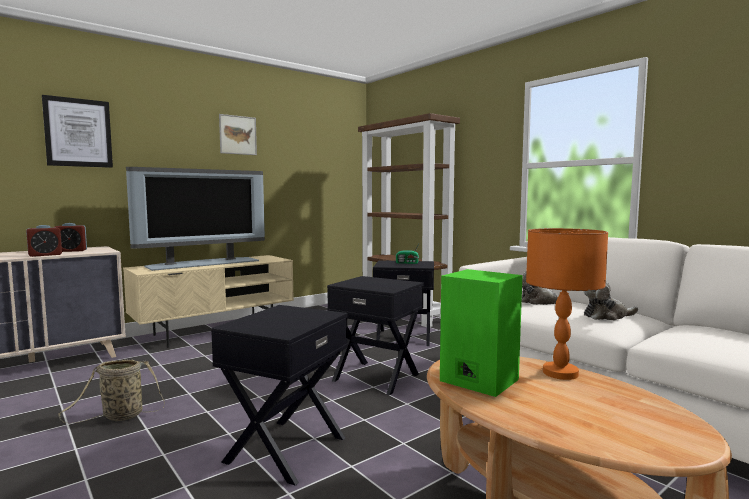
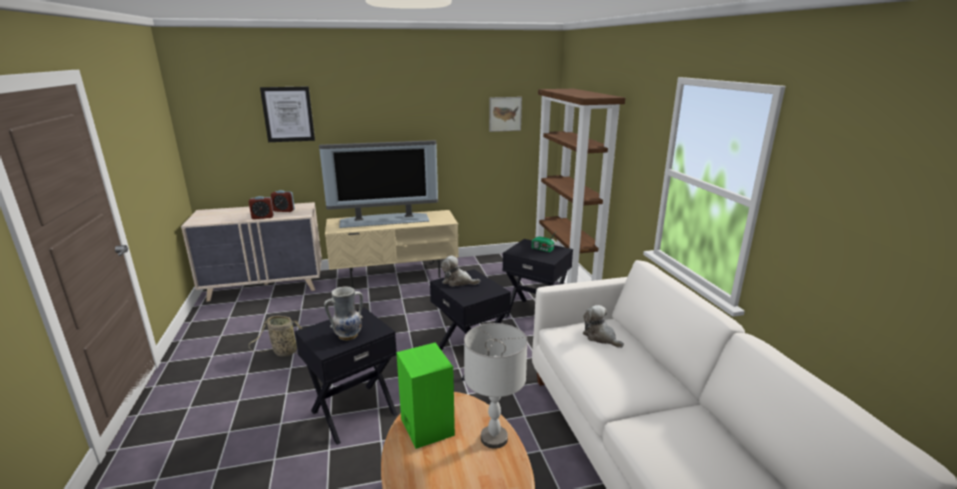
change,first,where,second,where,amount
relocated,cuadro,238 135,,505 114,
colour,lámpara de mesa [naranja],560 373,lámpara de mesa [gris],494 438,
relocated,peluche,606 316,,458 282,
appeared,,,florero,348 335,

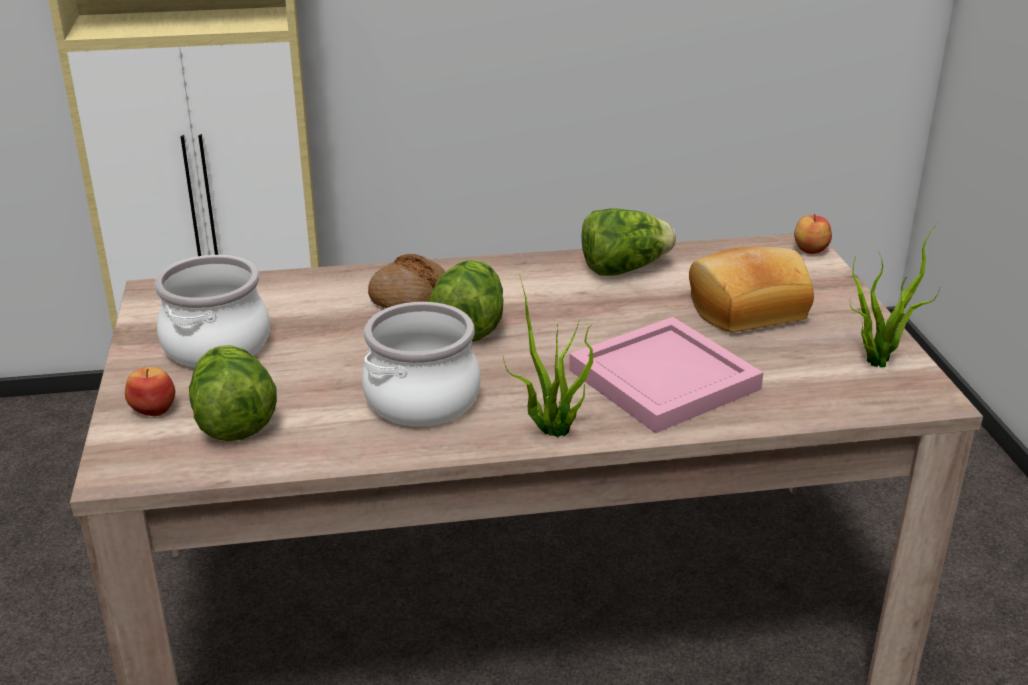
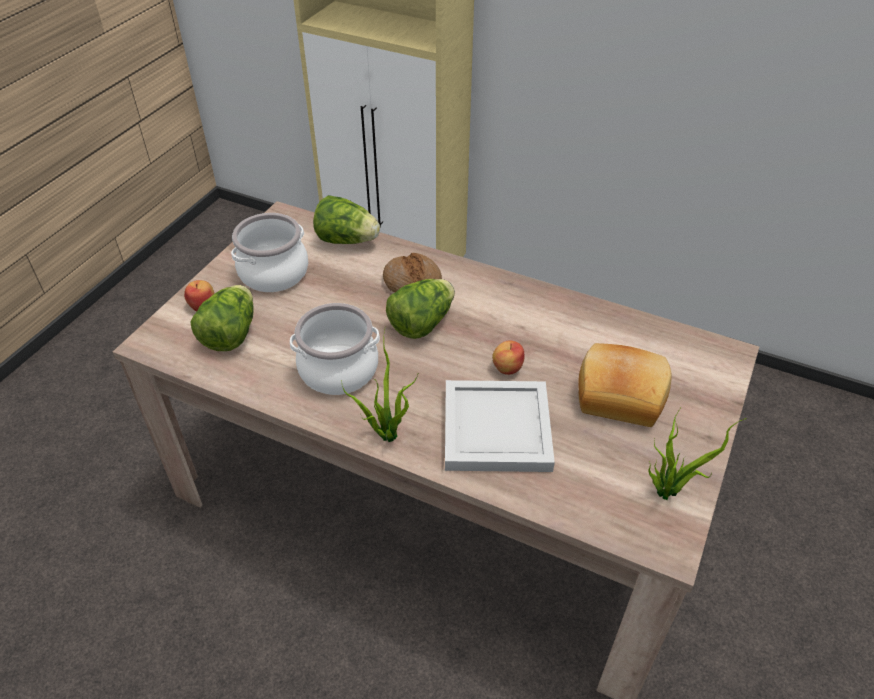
change,first,where,second,where,amount
relocated,lechuga,623 269,,347 240,
relocated,manzana,809 249,,507 367,
colour,bandeja [rosa],664 378,bandeja [blanco],498 427,

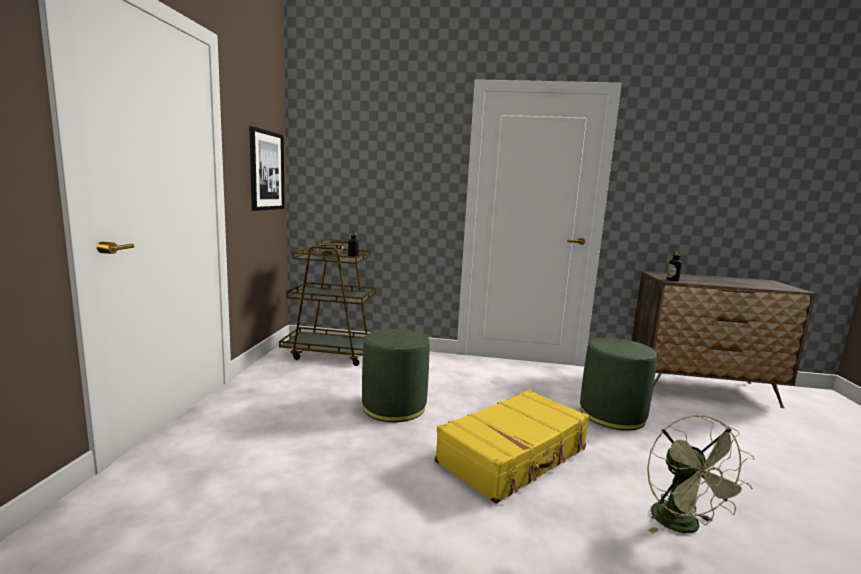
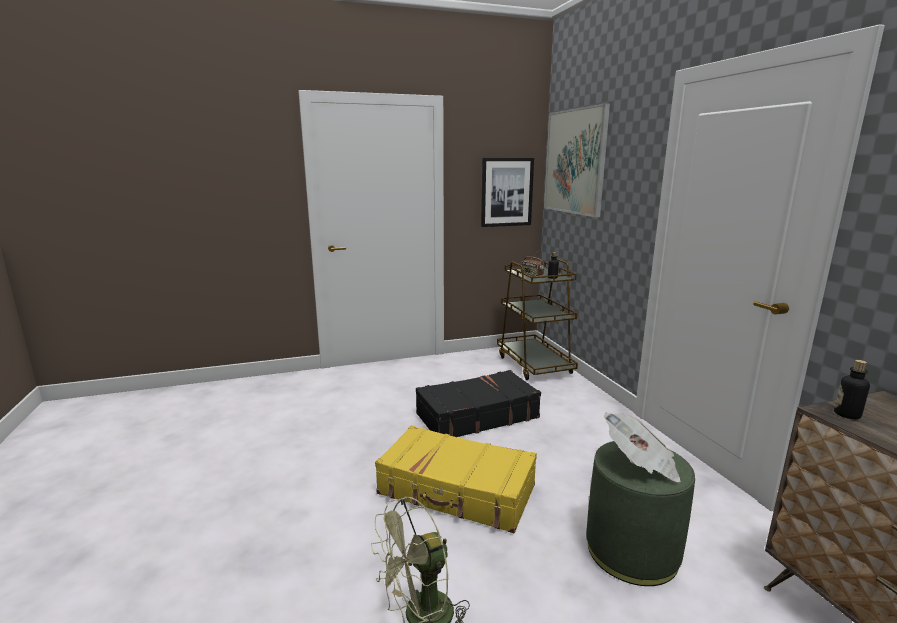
change,first,where,second,where,amount
exchanged,puf [verde],394 406,maleta [negro],476 416,
appeared,,,cuadro,575 162,
appeared,,,periódico,640 464,

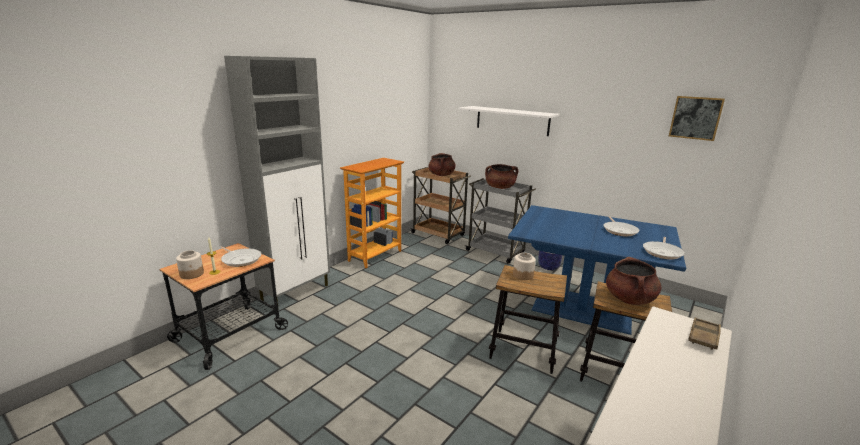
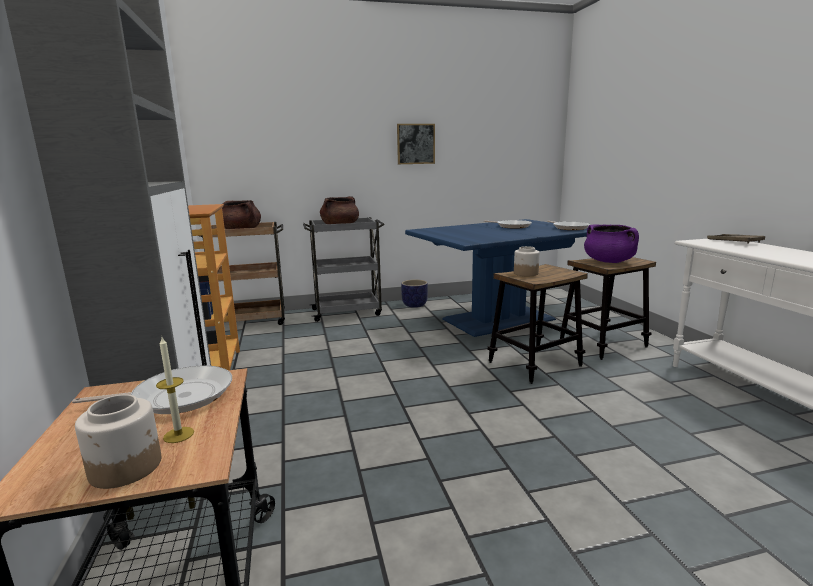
change,first,where,second,where,amount
relocated,cuadro,695 118,,415 144,
missing,estante [blanco],512 120,,,
colour,olla [marrón],629 299,olla [morado],609 261,

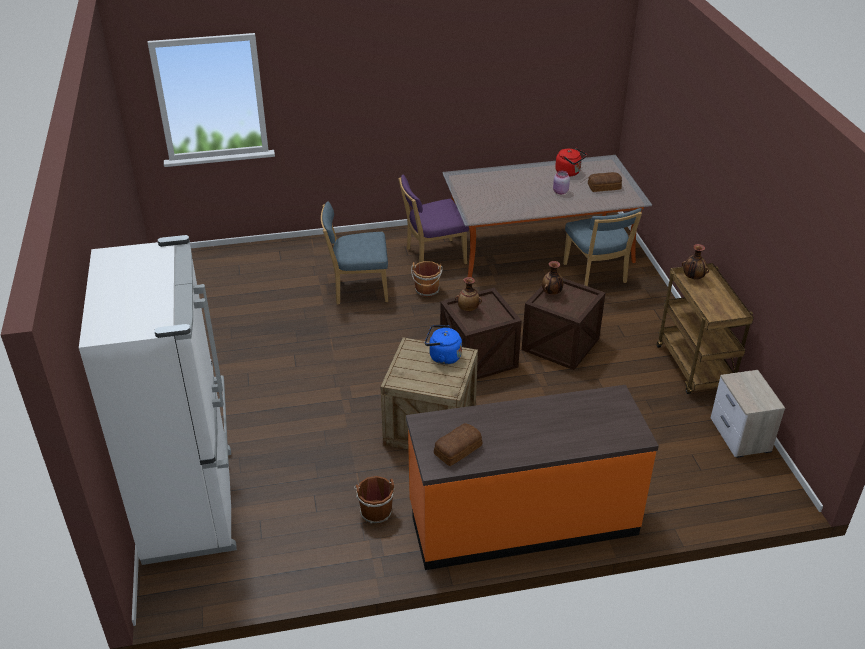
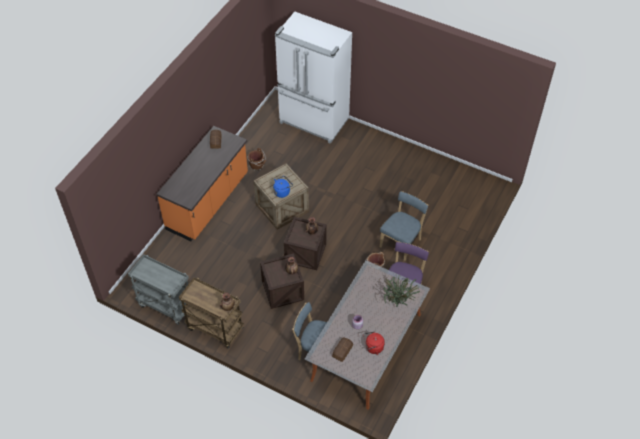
change,first,where,second,where,amount
exchanged,mesita de noche,740 436,carrito [gris],165 305,
appeared,,,planta en maceta,398 304,

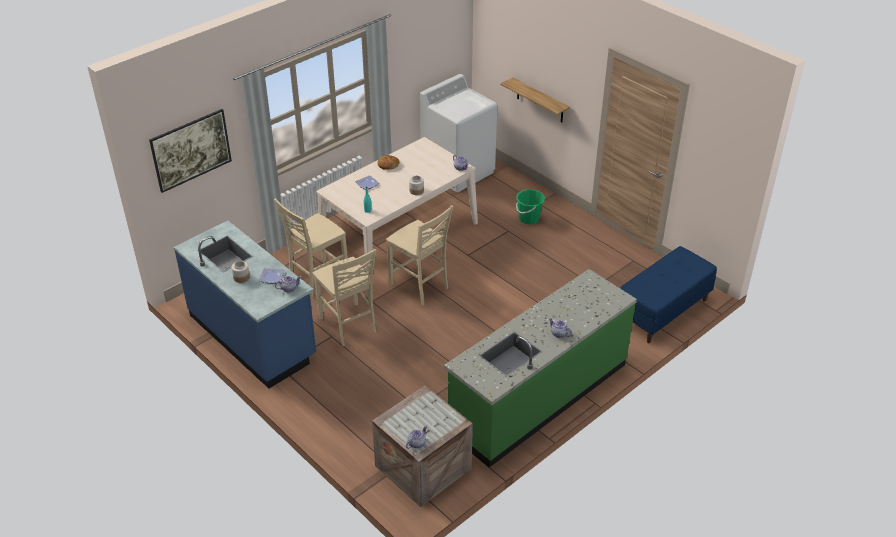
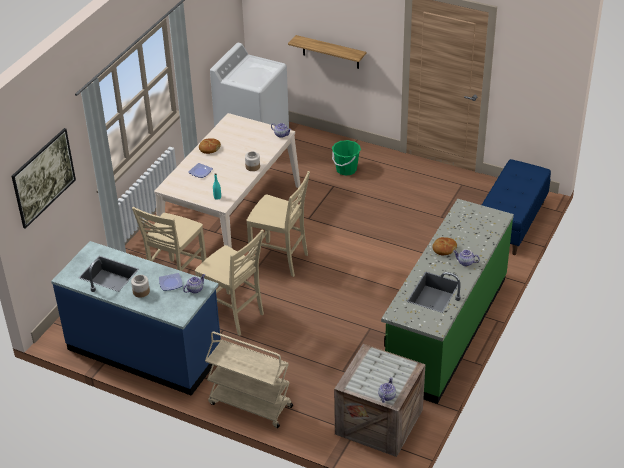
change,first,where,second,where,amount
appeared,,,pan,444 249,
appeared,,,carrito [beis],249 405,

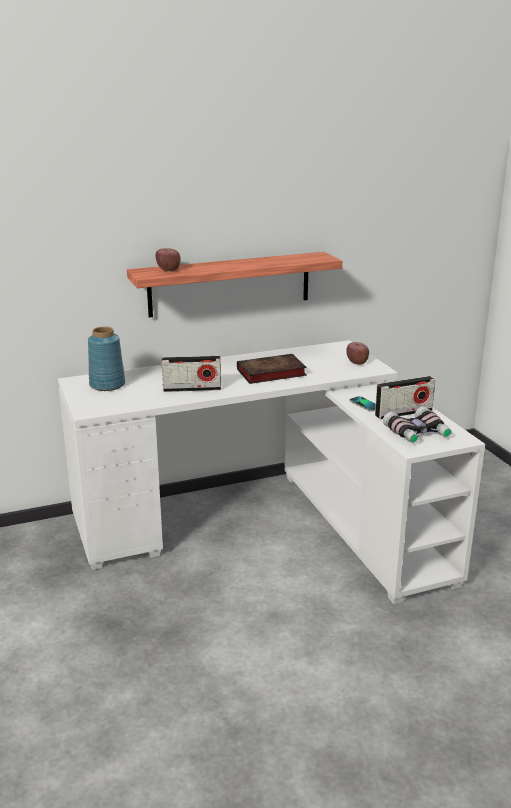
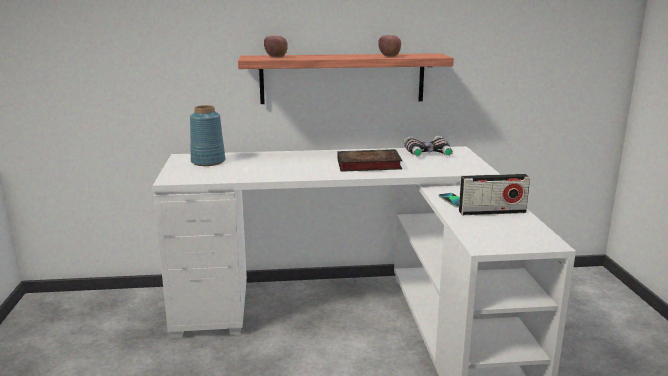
change,first,where,second,where,amount
relocated,manzana,357 362,,389 56,
missing,radio,192 389,,,
relocated,prismáticos,417 433,,428 153,

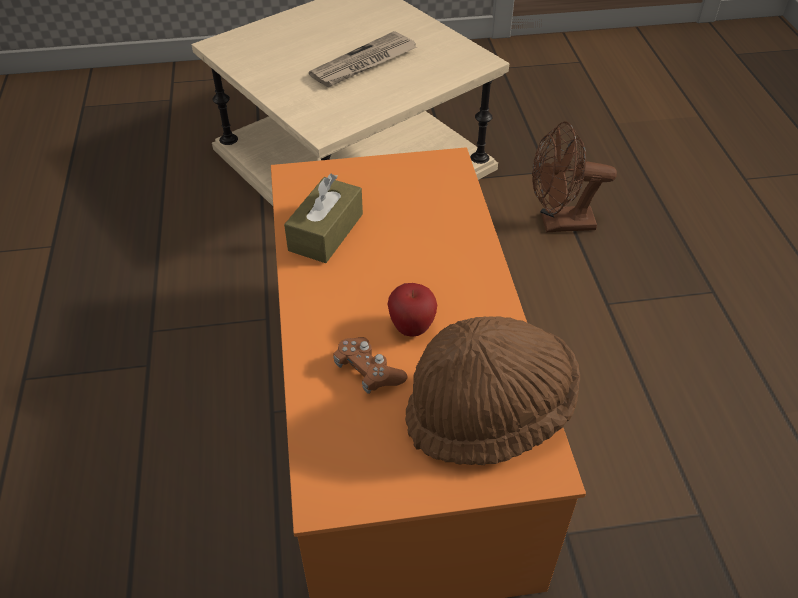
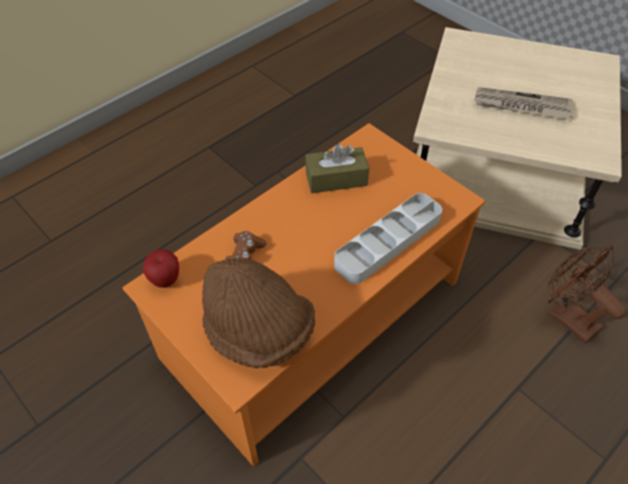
change,first,where,second,where,amount
relocated,manzana,412 328,,165 280,
appeared,,,bandeja [gris],388 242,

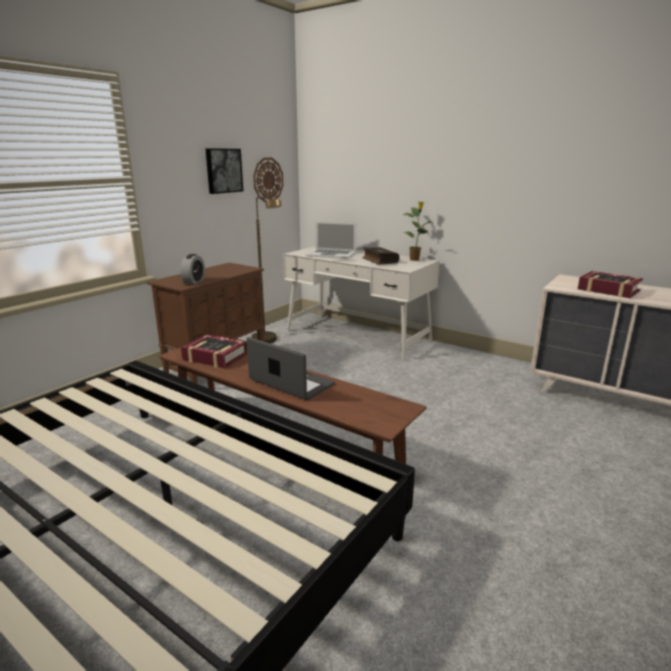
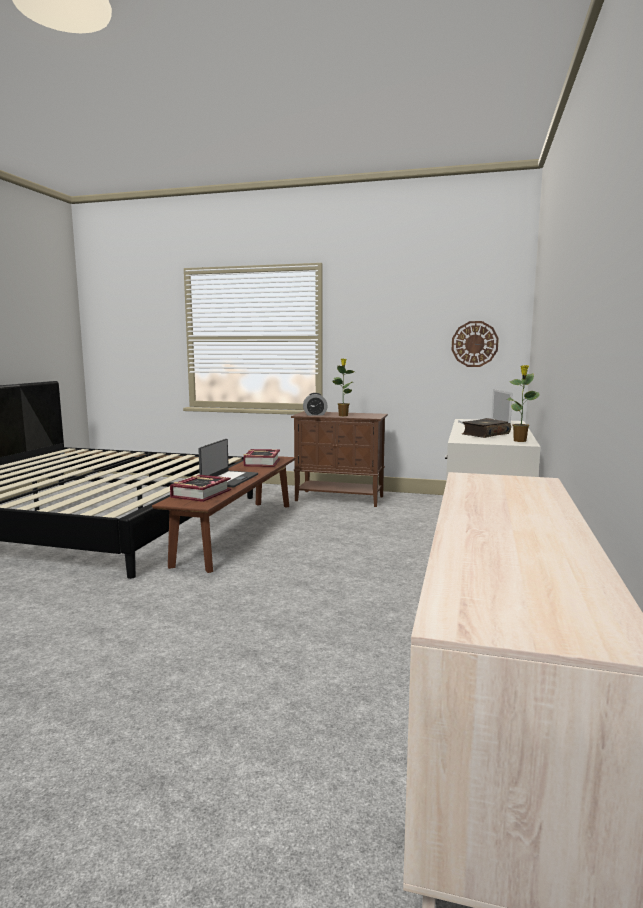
change,first,where,second,where,amount
missing,cuadro,223 170,,,
missing,lámpara de pie [marrón],268 341,,,
relocated,libro,608 290,,201 494,
appeared,,,planta en maceta,343 415,

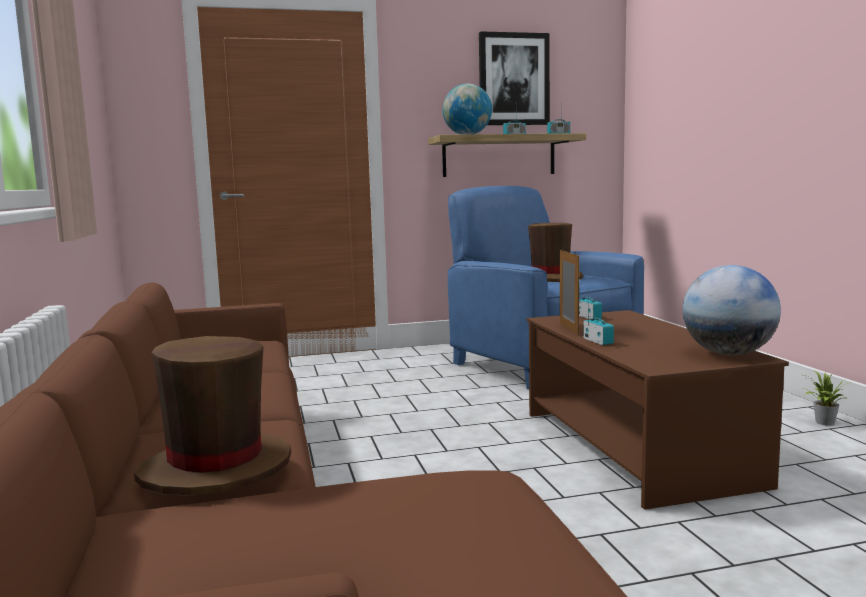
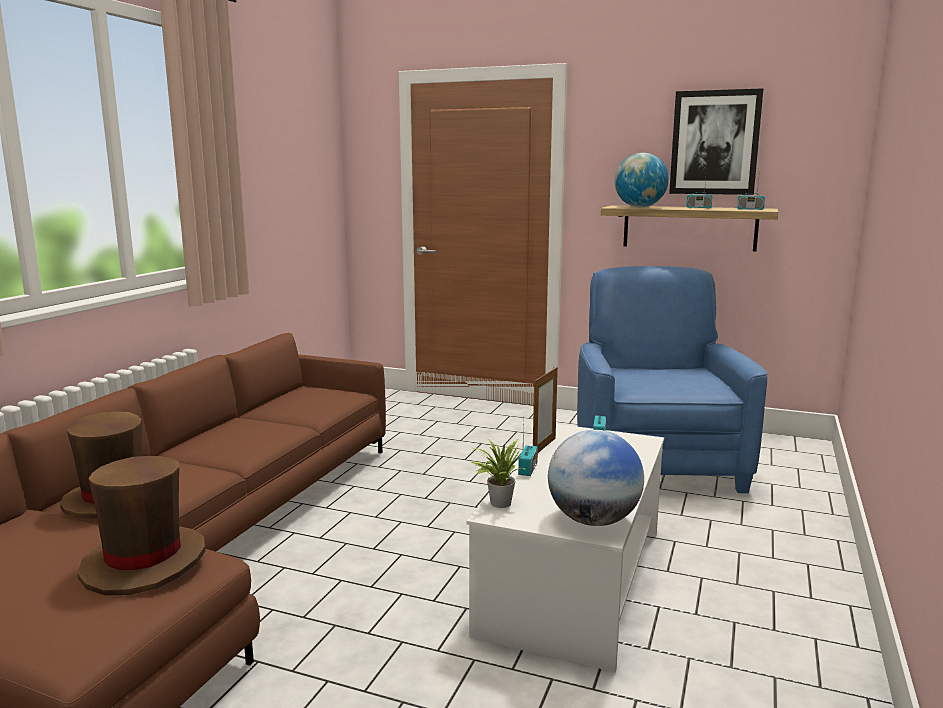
change,first,where,second,where,amount
relocated,sombrero [marrón],550 277,,145 562,
colour,mesa de centro [marrón],634 446,mesa de centro [blanco],574 578,
relocated,planta en maceta,822 422,,498 502,

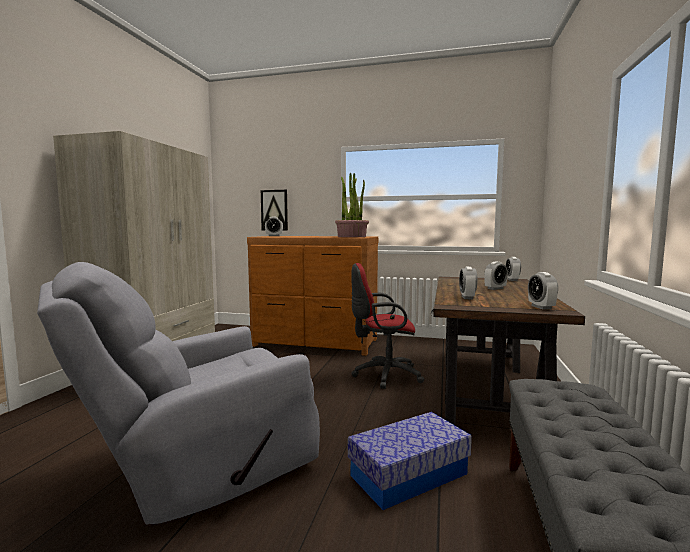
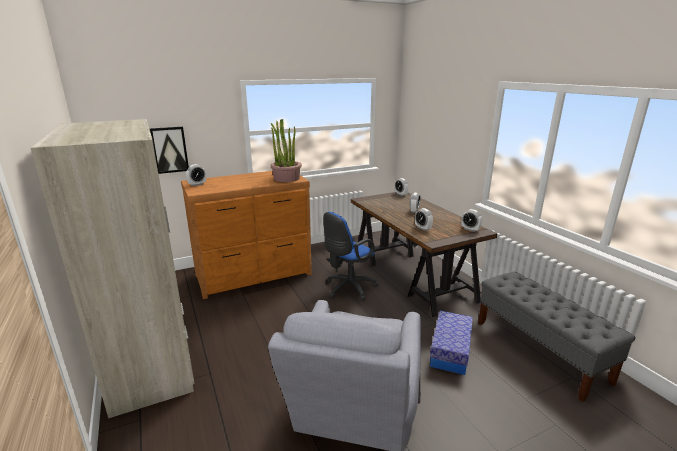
change,first,where,second,where,amount
colour,silla de oficina [rojo],383 375,silla de oficina [azul],348 288,

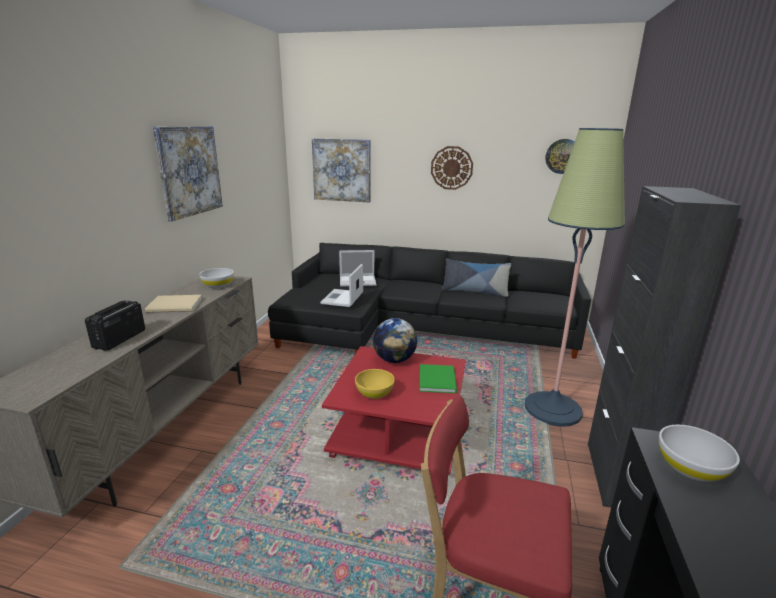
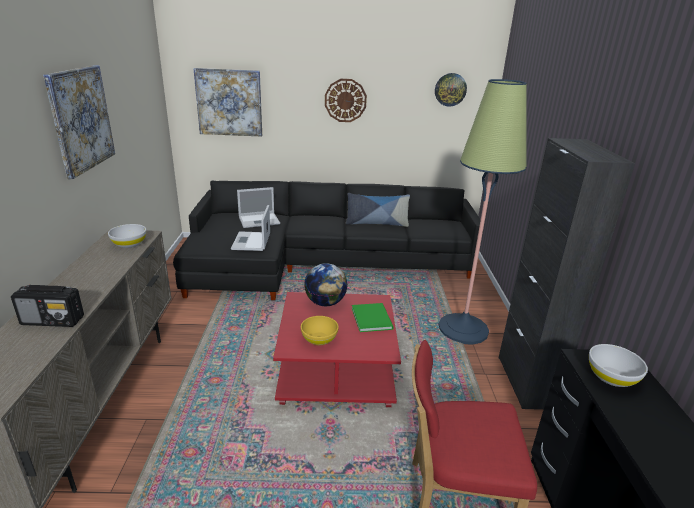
change,first,where,second,where,amount
missing,libro [beis],176 306,,,
spun,radio,119 339,,53 321,90 degrees counterclockwise

